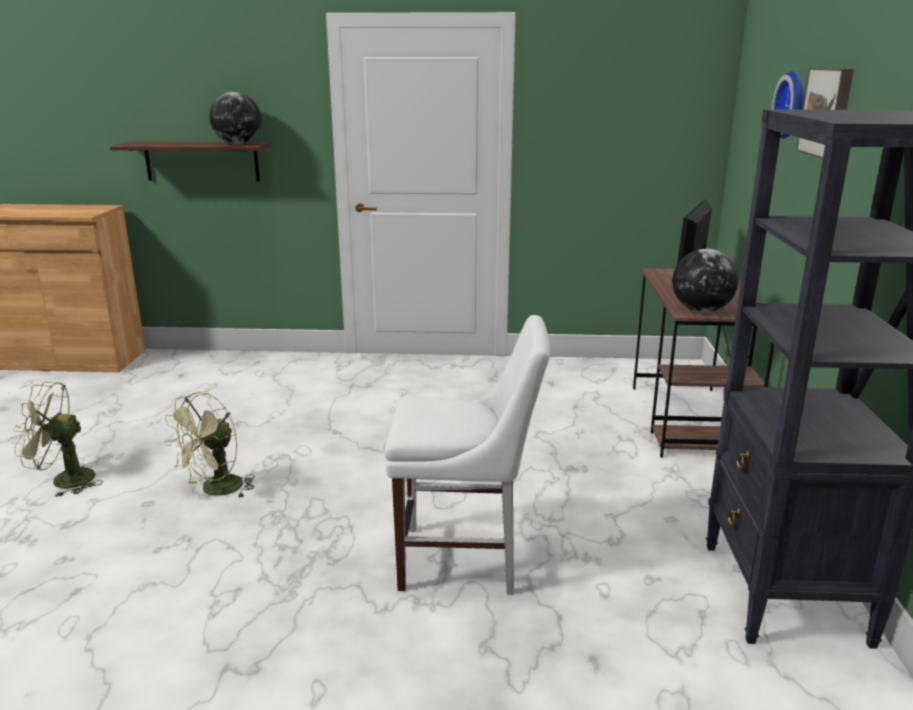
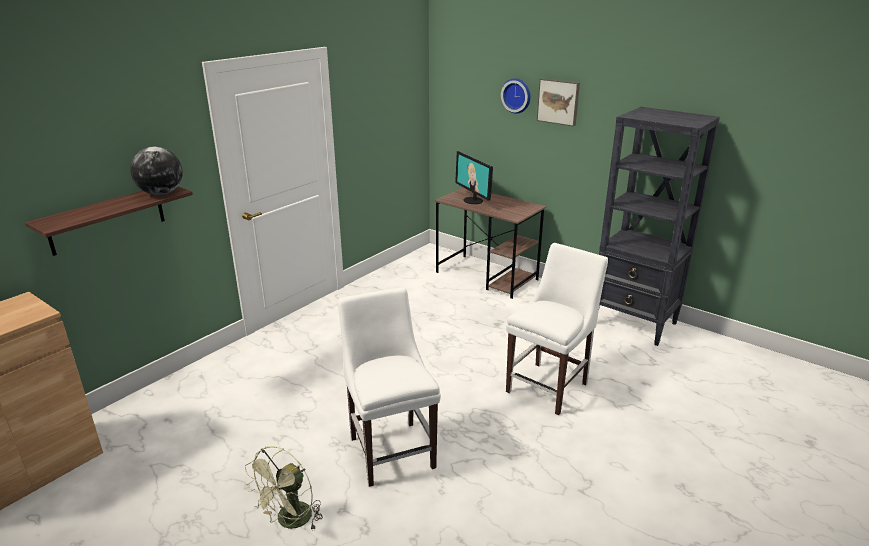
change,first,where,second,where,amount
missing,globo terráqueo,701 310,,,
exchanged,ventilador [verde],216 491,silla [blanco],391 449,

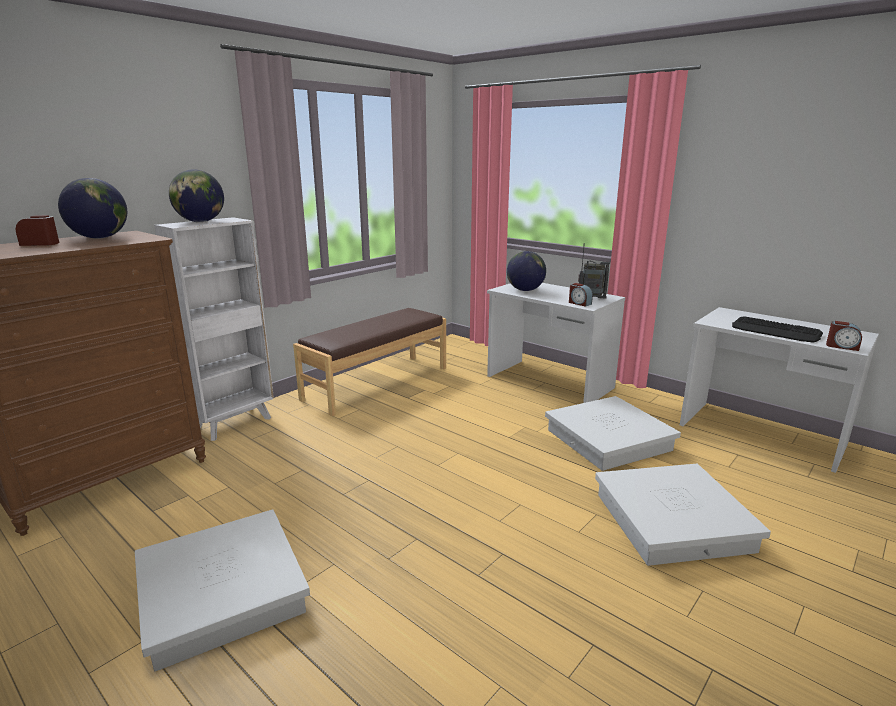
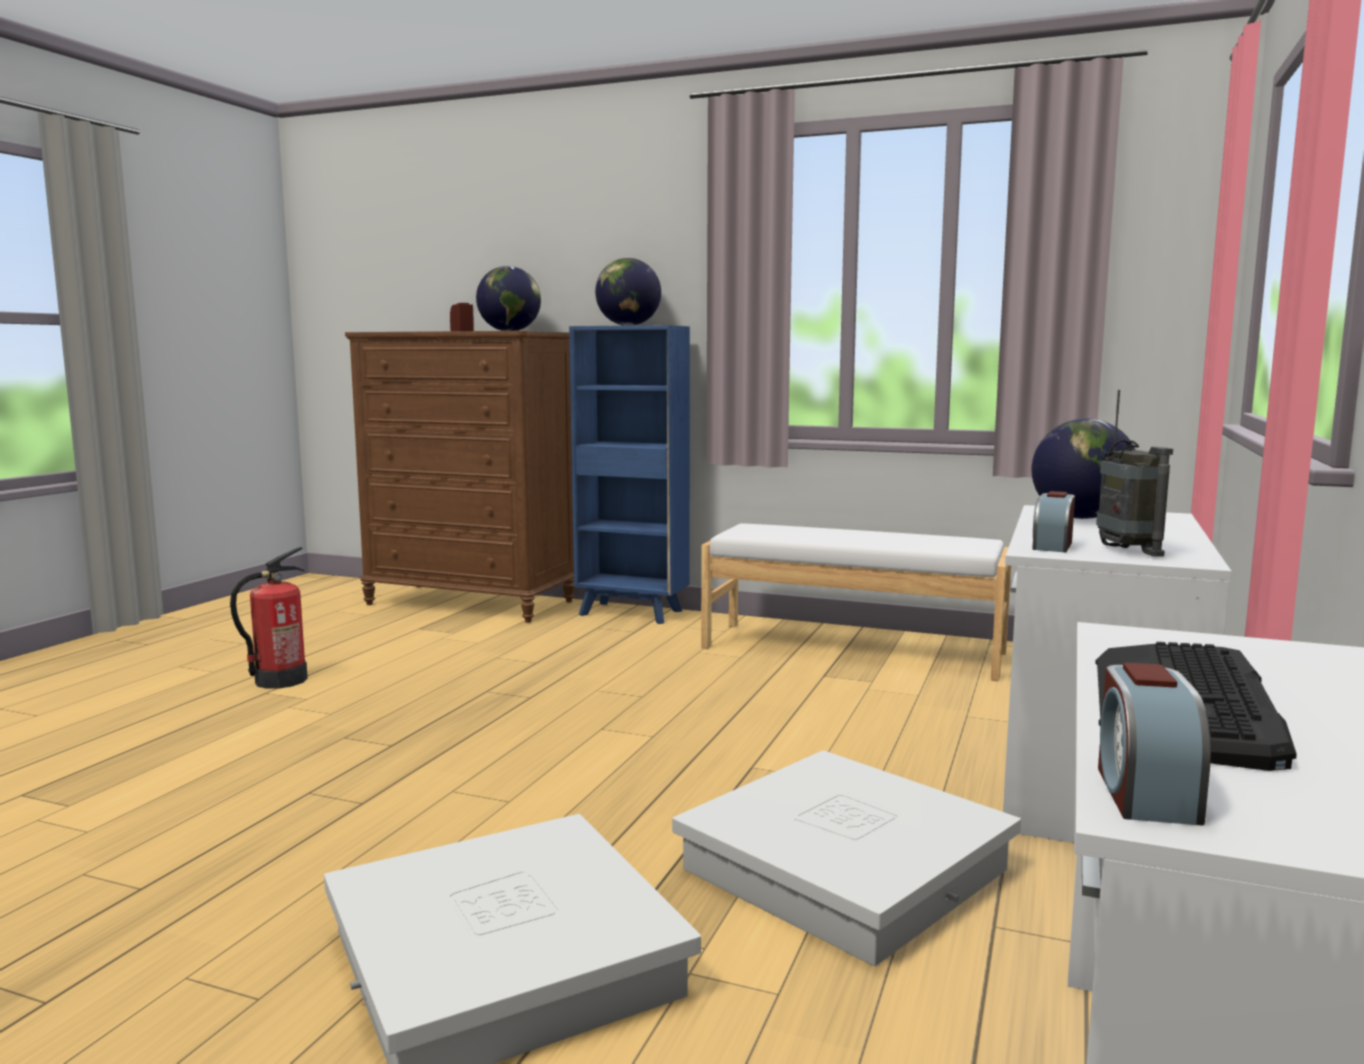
change,first,where,second,where,amount
colour,estantería [blanco],235 423,estantería [azul],632 613,
colour,banco [marrón],376 383,banco [blanco],852 649,
exchanged,caja de almacenaje [blanco],222 592,extintor,280 681,

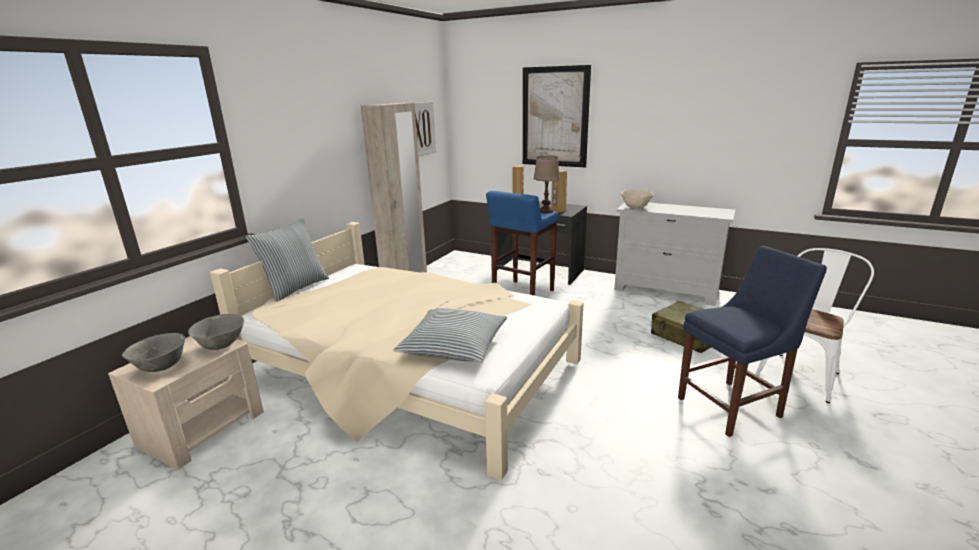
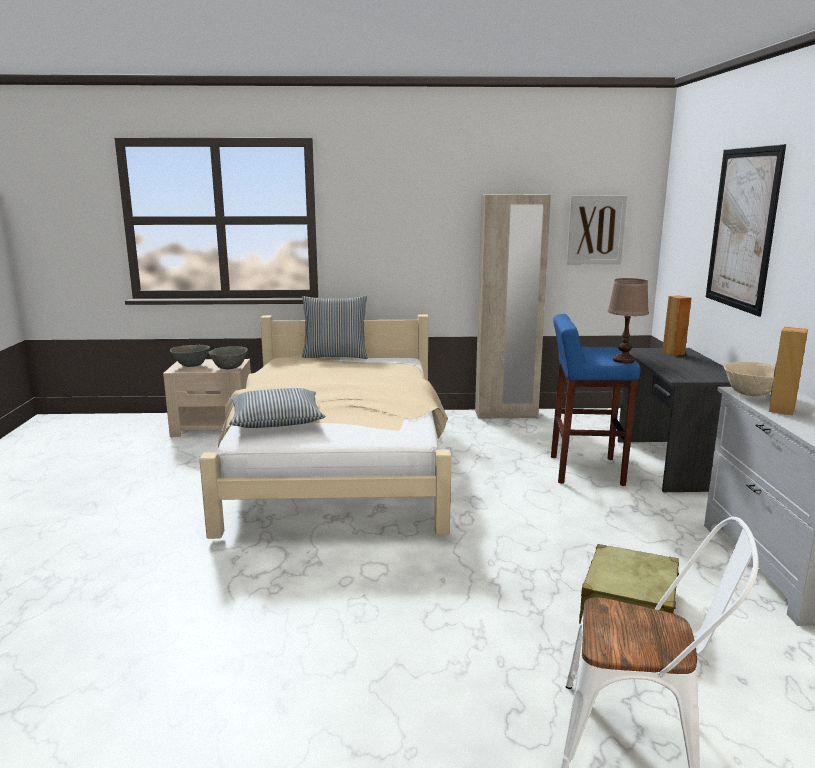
change,first,where,second,where,amount
relocated,altavoz [marrón],558 210,,781 410,
missing,silla [azul],733 406,,,

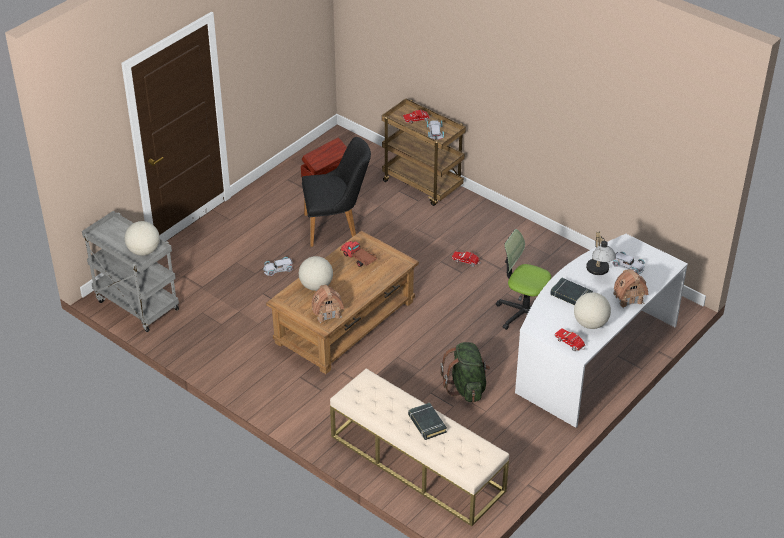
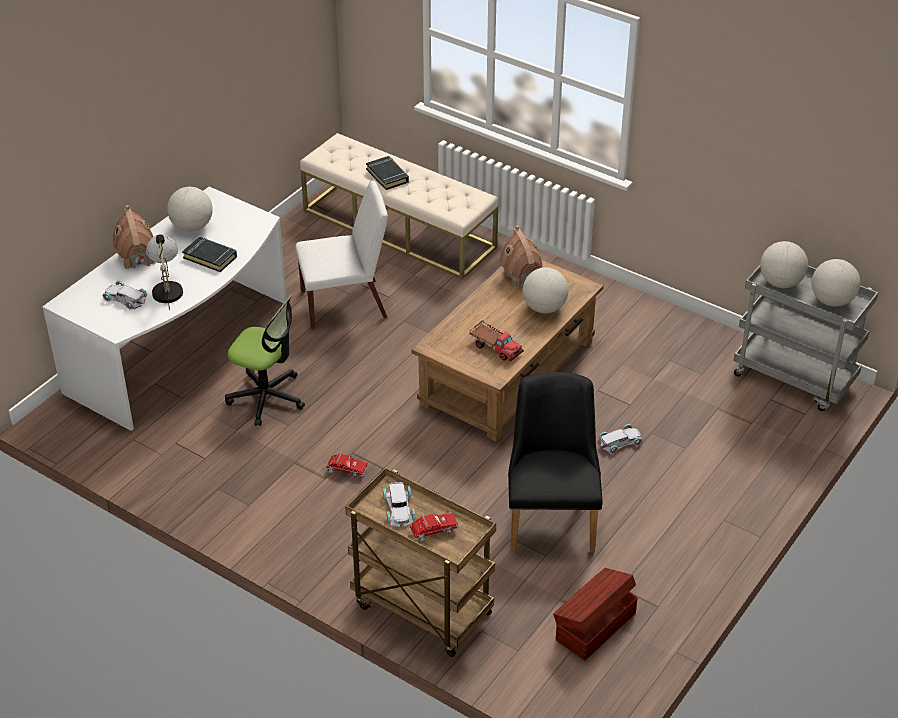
change,first,where,second,where,amount
spun,silla [negro],336 227,,551 516,105 degrees clockwise
missing,camión de juguete,571 344,,,
exchanged,mochila [verde],466 387,silla [blanco],345 304,
appeared,,,globo terráqueo,831 301,

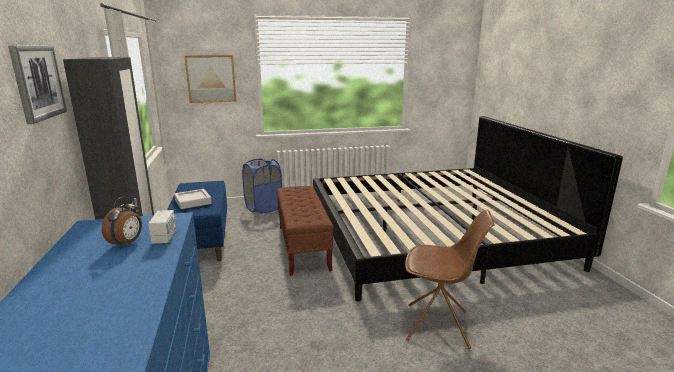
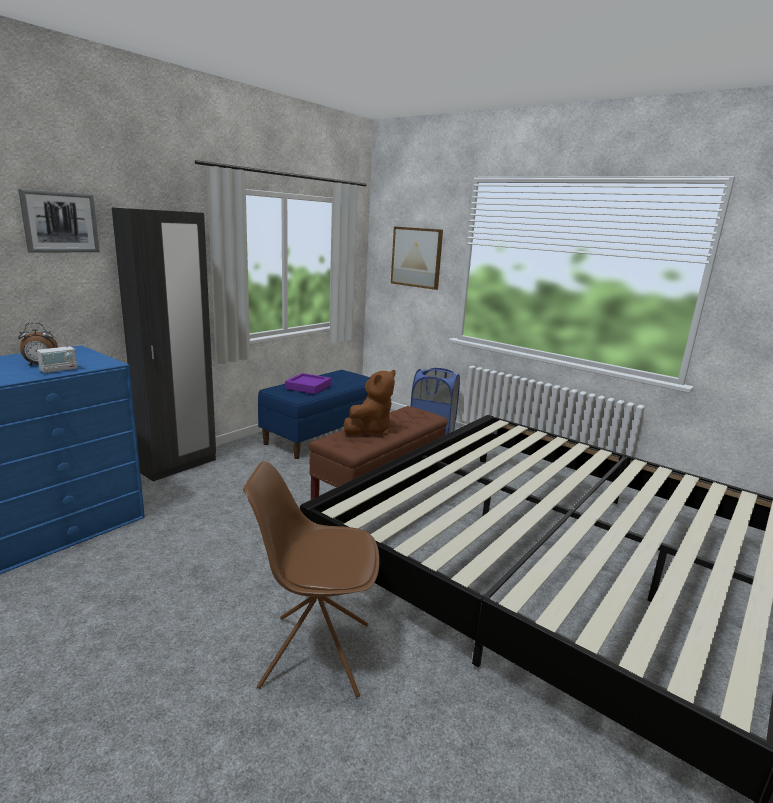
change,first,where,second,where,amount
colour,bandeja [gris],193 202,bandeja [morado],308 387,
spun,silla [marrón],439 326,,314 654,120 degrees clockwise
appeared,,,peluche [marrón],370 430,

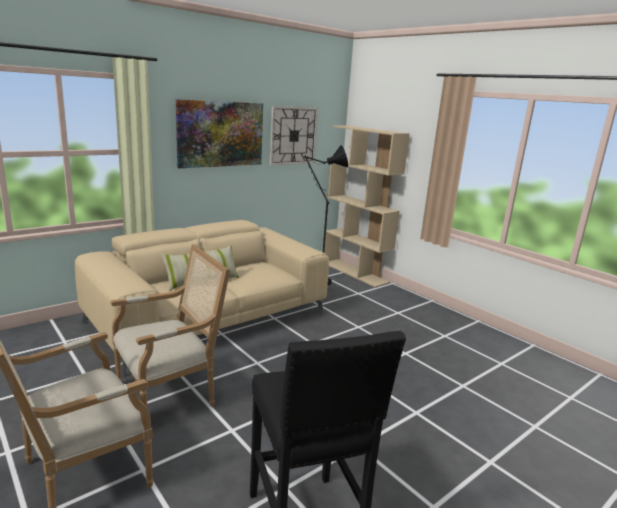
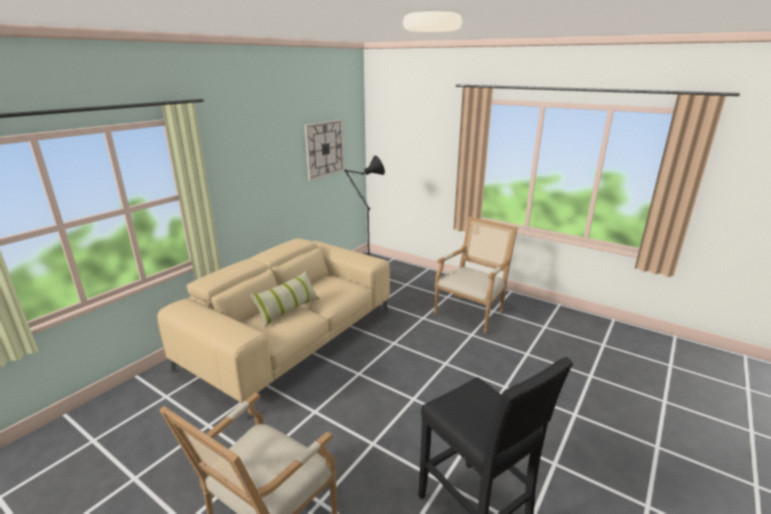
change,first,where,second,where,amount
missing,cuadro,220 134,,,
missing,estantería [beis],355 272,,,
relocated,sillón,171 394,,471 313,

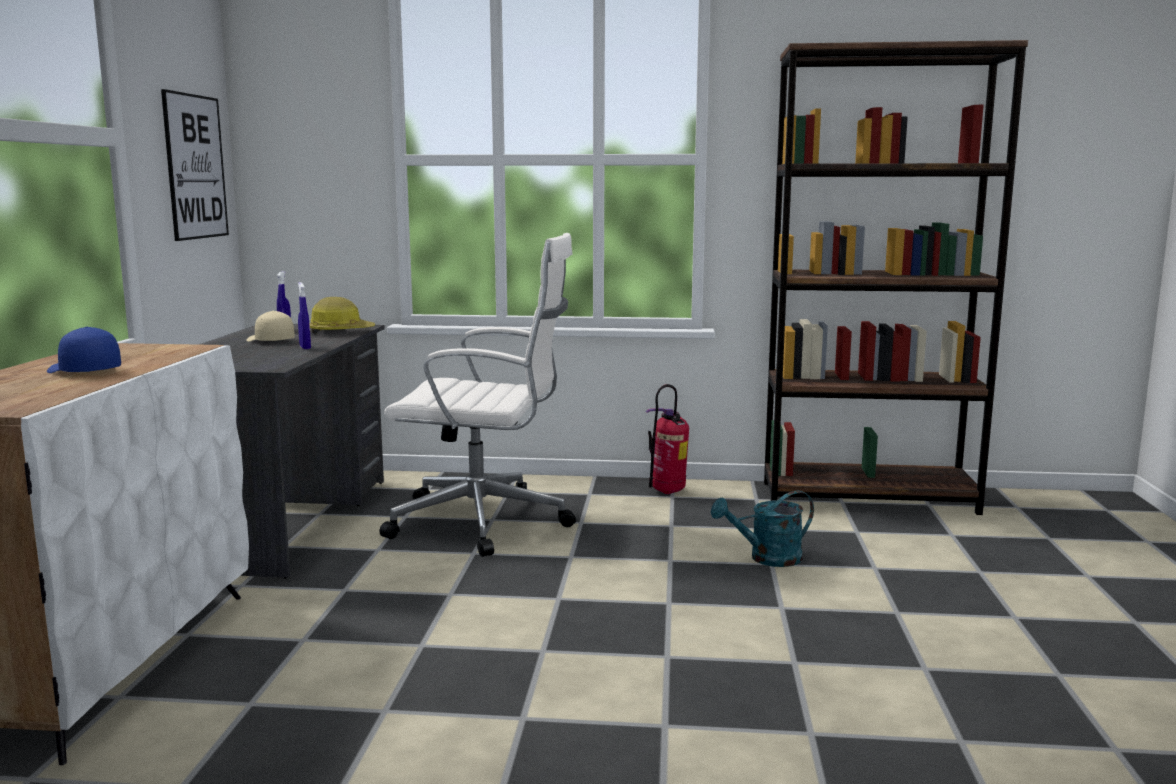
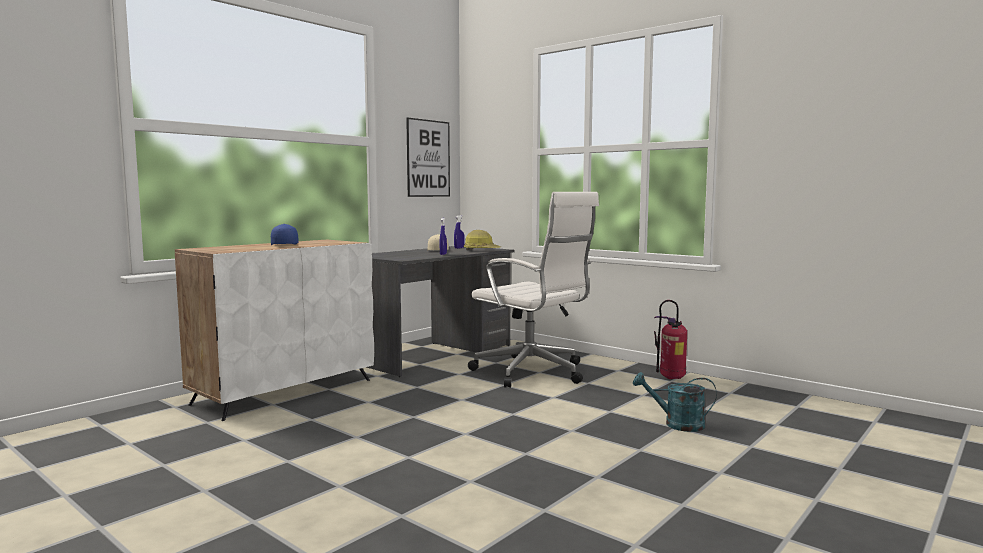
change,first,where,second,where,amount
missing,estantería [marrón],868 498,,,

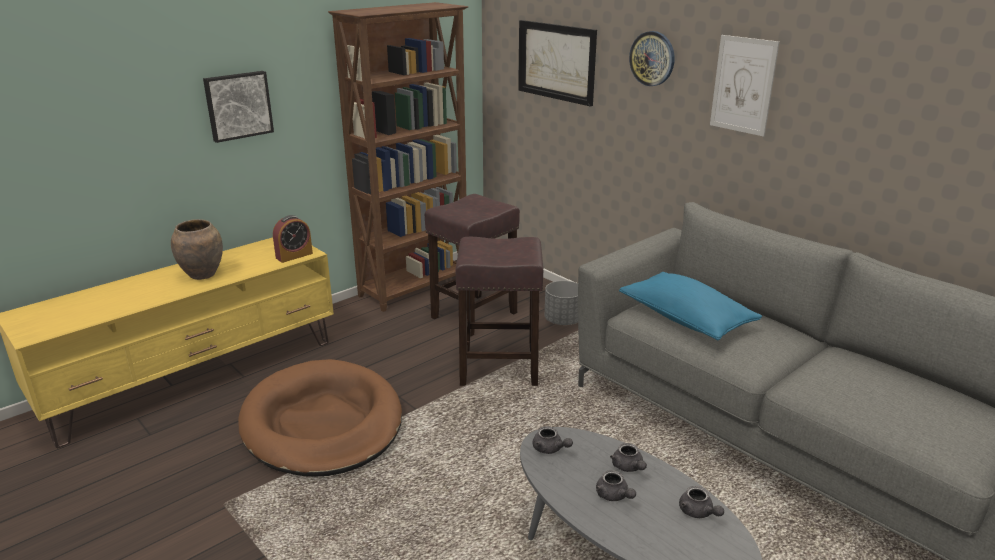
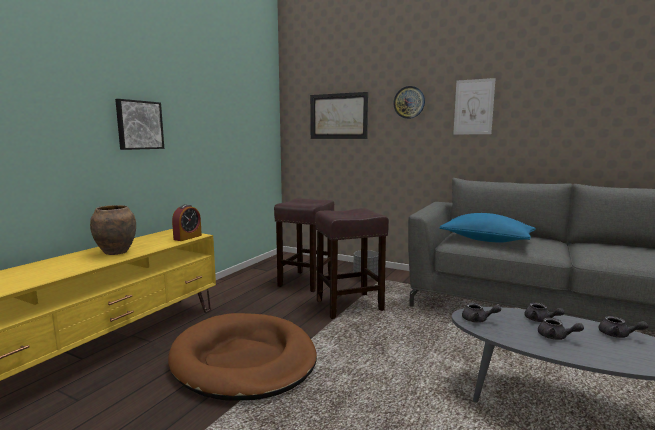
change,first,where,second,where,amount
missing,estantería [marrón],415 288,,,

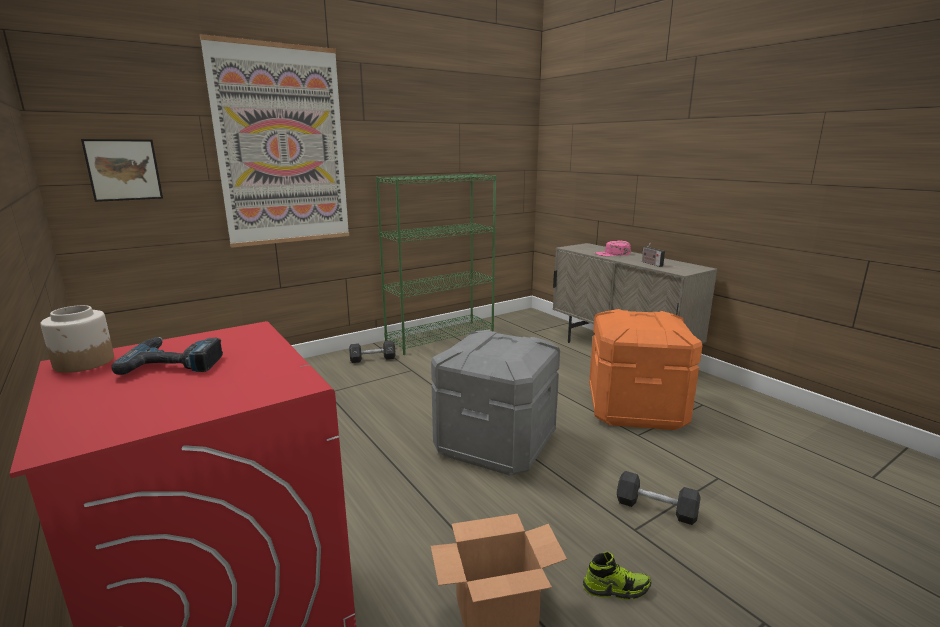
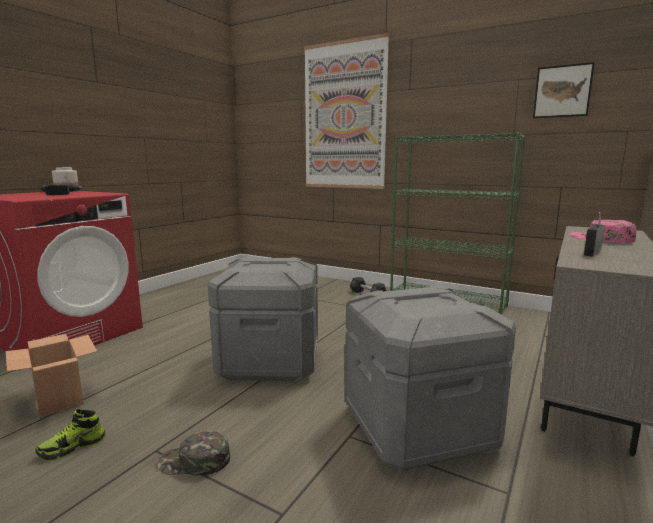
change,first,where,second,where,amount
relocated,cuadro,123 170,,562 91,
colour,caja de almacenaje [naranja],636 409,caja de almacenaje [gris],418 428,
exchanged,mancuerna [negro],656 508,gorra [verde],194 462,
spun,zapato,616 588,,72 447,75 degrees clockwise

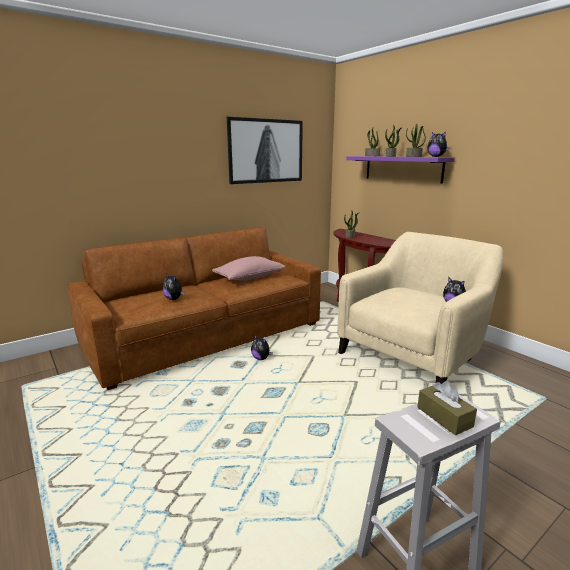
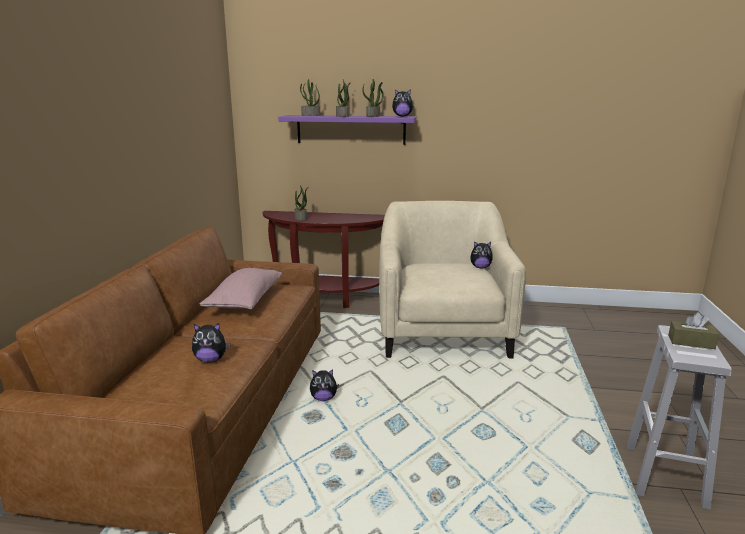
change,first,where,second,where,amount
missing,cuadro,266 151,,,

